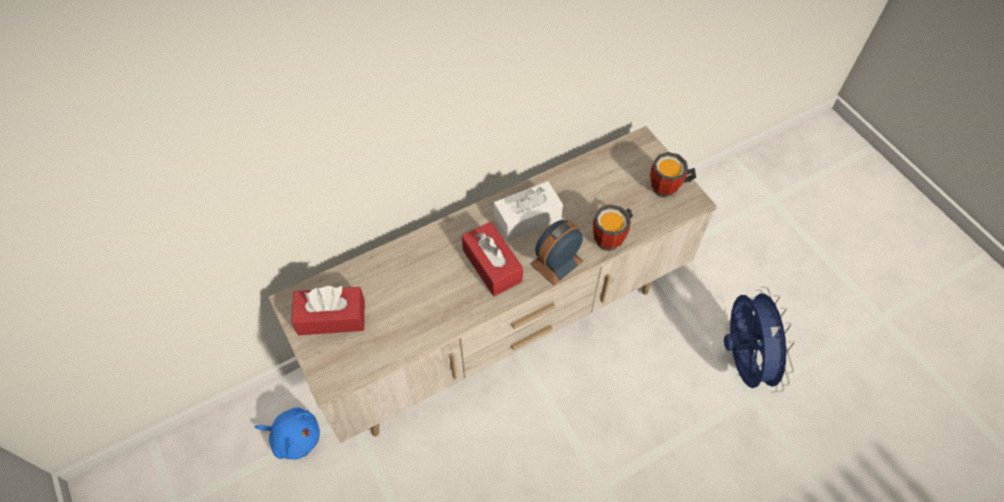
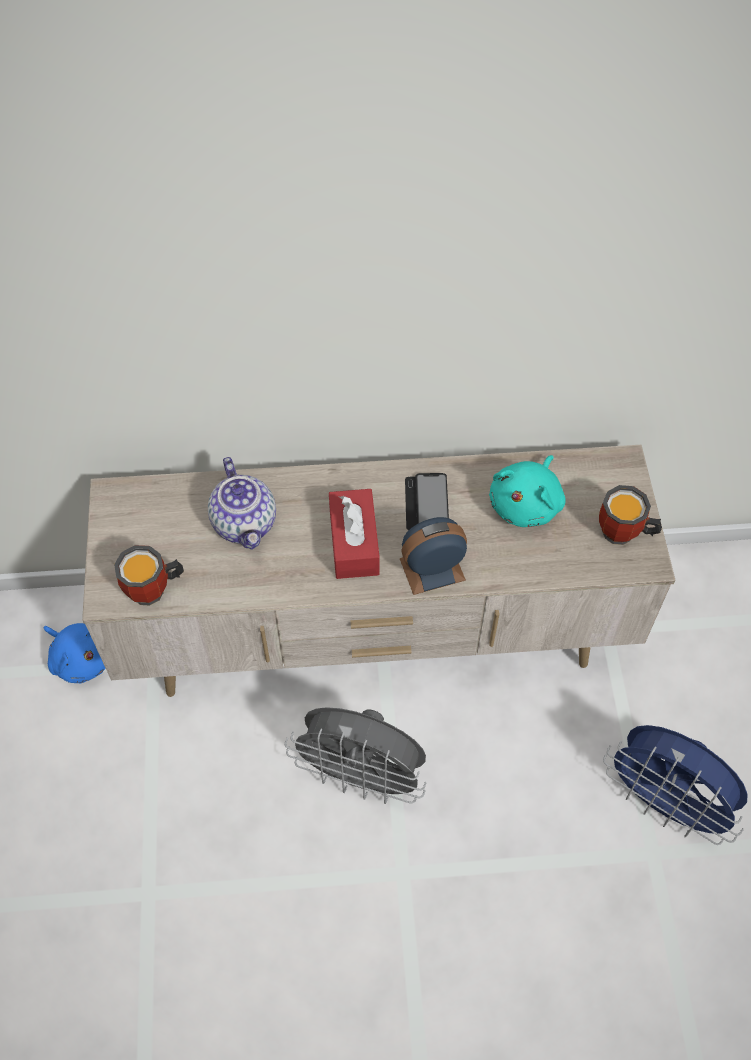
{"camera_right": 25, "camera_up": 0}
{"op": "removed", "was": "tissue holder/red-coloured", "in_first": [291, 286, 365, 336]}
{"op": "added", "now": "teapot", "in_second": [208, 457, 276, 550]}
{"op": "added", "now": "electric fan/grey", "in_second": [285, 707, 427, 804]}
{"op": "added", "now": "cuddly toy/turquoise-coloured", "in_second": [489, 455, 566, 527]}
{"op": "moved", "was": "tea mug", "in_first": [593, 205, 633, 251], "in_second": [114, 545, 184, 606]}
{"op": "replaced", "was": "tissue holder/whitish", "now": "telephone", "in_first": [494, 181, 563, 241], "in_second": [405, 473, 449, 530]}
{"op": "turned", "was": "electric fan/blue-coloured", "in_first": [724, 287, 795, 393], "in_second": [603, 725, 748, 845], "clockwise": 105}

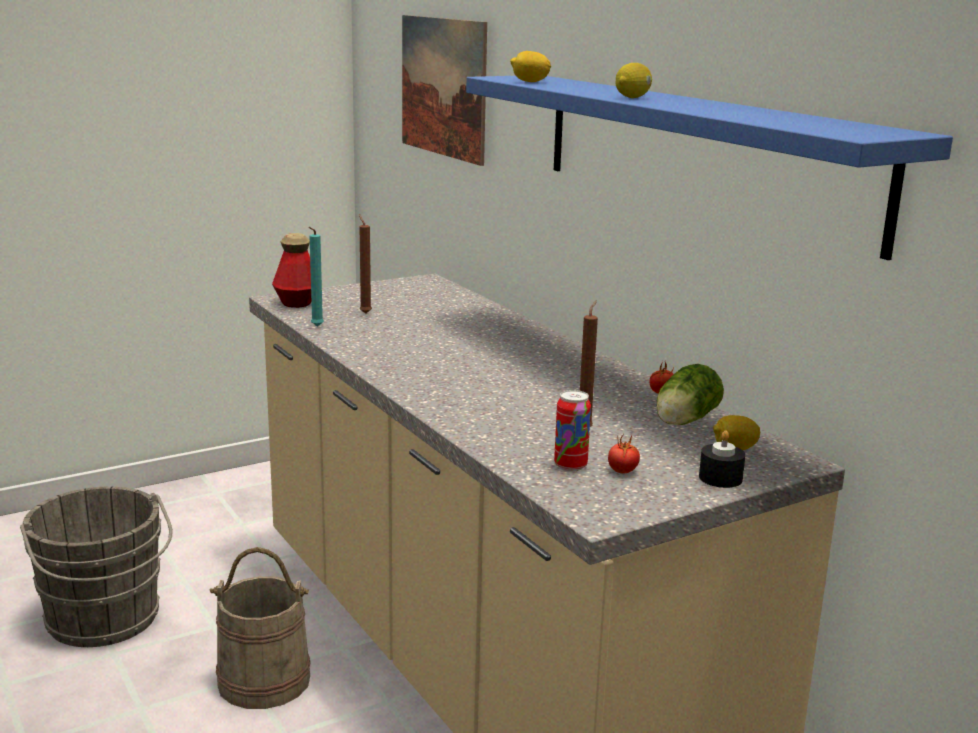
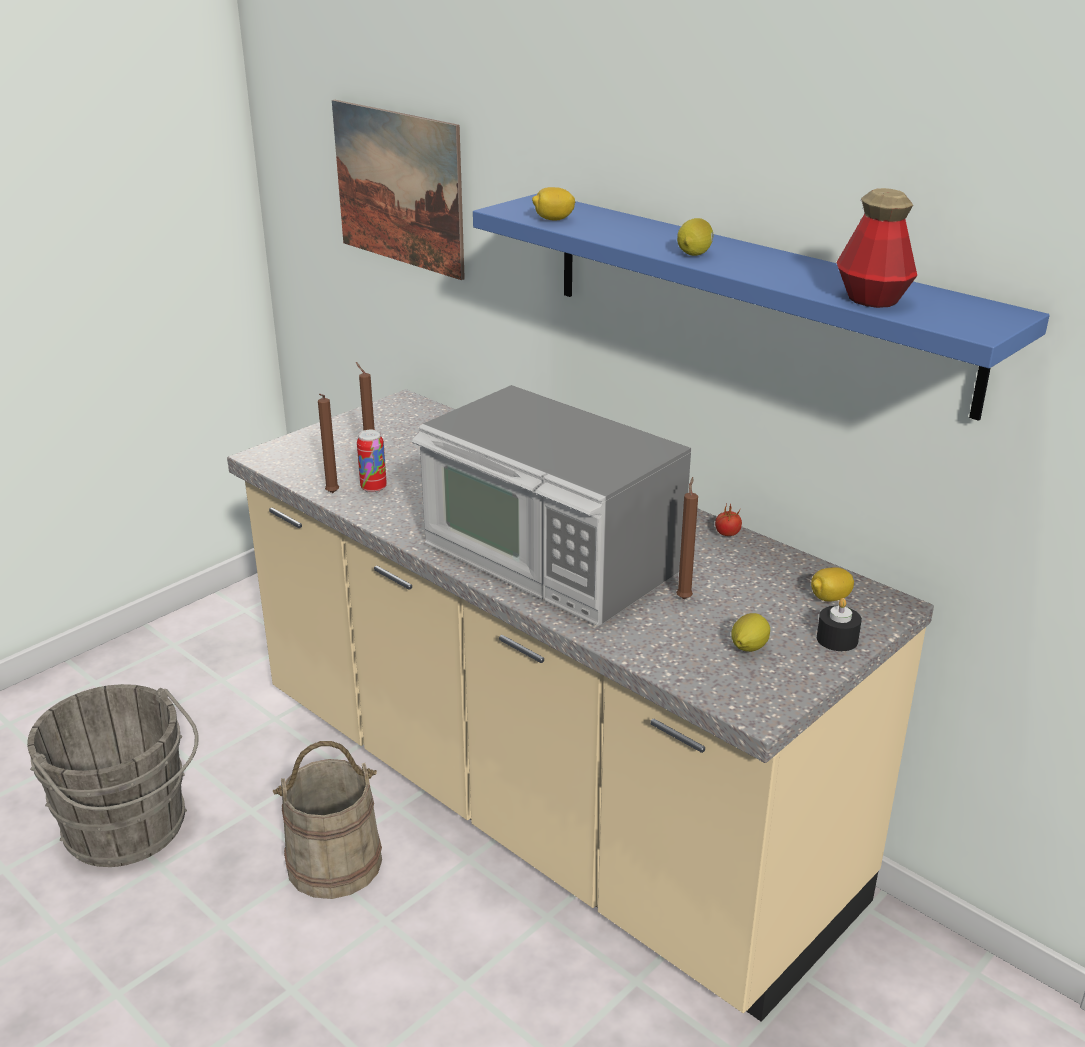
{"camera_right": -15, "camera_up": 10}
{"op": "removed", "was": "head of lettuce", "in_first": [656, 364, 724, 425]}
{"op": "added", "now": "microwave oven", "in_second": [412, 385, 691, 626]}
{"op": "moved", "was": "bottle", "in_first": [272, 233, 311, 308], "in_second": [836, 188, 917, 308]}
{"op": "moved", "was": "sealed can", "in_first": [554, 390, 591, 472], "in_second": [357, 430, 387, 493]}
{"op": "replaced", "was": "fresh tomato", "now": "whole lemon", "in_first": [608, 434, 640, 473], "in_second": [731, 613, 770, 652]}
{"op": "recoloured", "was": "wax candle/turquoise-coloured", "now": "wax candle/brown", "in_first": [309, 227, 324, 327], "in_second": [318, 394, 339, 493]}

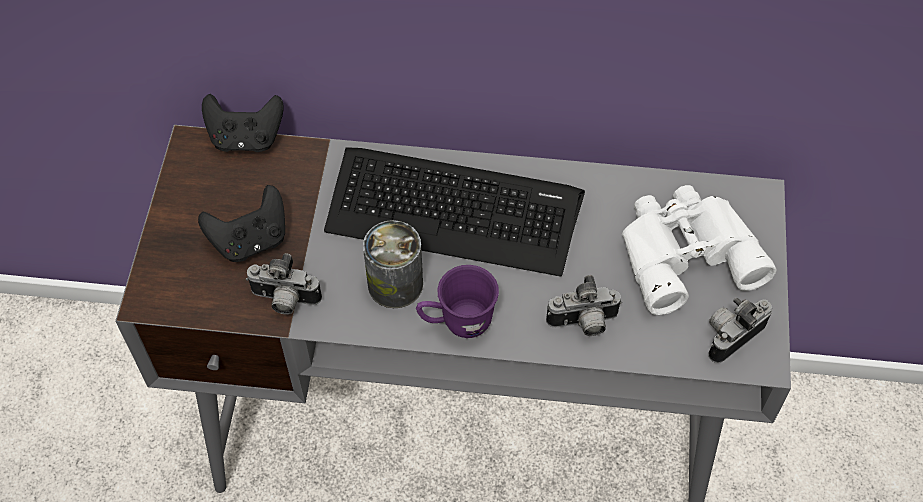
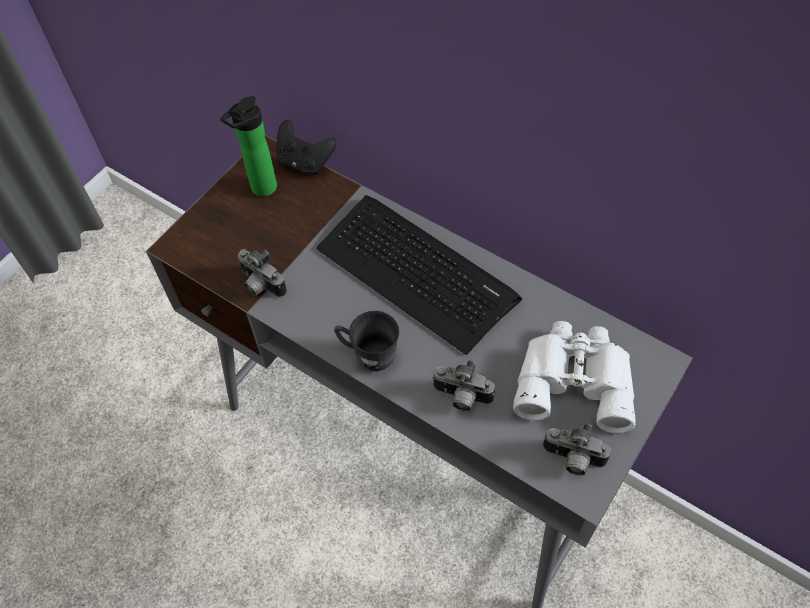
{"camera_right": 30, "camera_up": 0}
{"op": "removed", "was": "game controller/black-coloured", "in_first": [198, 185, 285, 262]}
{"op": "removed", "was": "sealed can", "in_first": [363, 220, 423, 308]}
{"op": "added", "now": "bottle", "in_second": [220, 96, 277, 197]}
{"op": "recoloured", "was": "tea mug/purple", "now": "tea mug/grey", "in_first": [416, 265, 499, 338], "in_second": [334, 311, 399, 371]}
{"op": "turned", "was": "photo camera", "in_first": [709, 297, 773, 363], "in_second": [543, 424, 611, 475], "clockwise": -150}

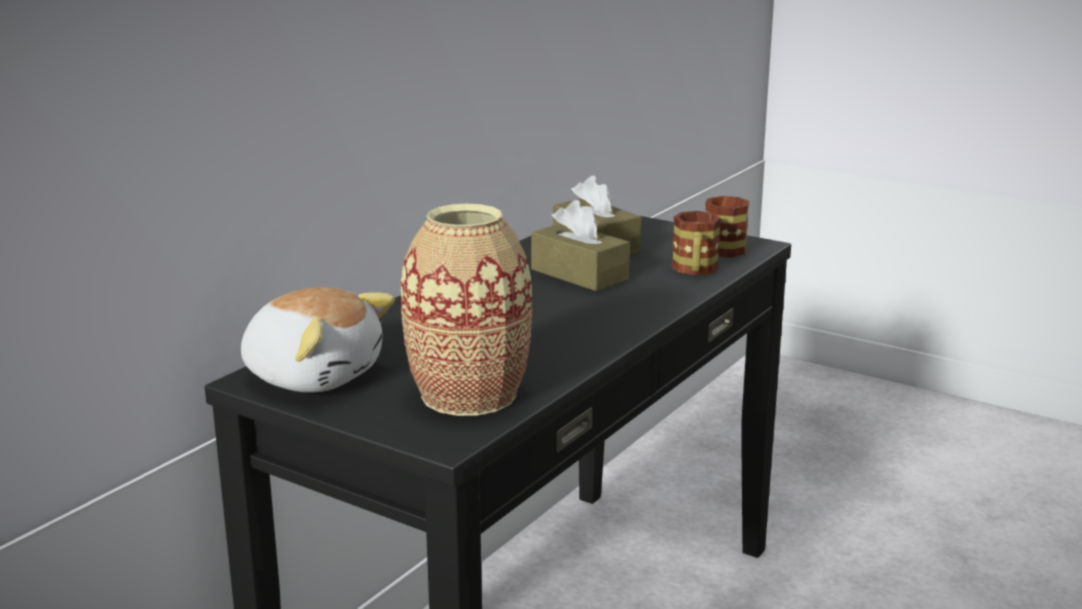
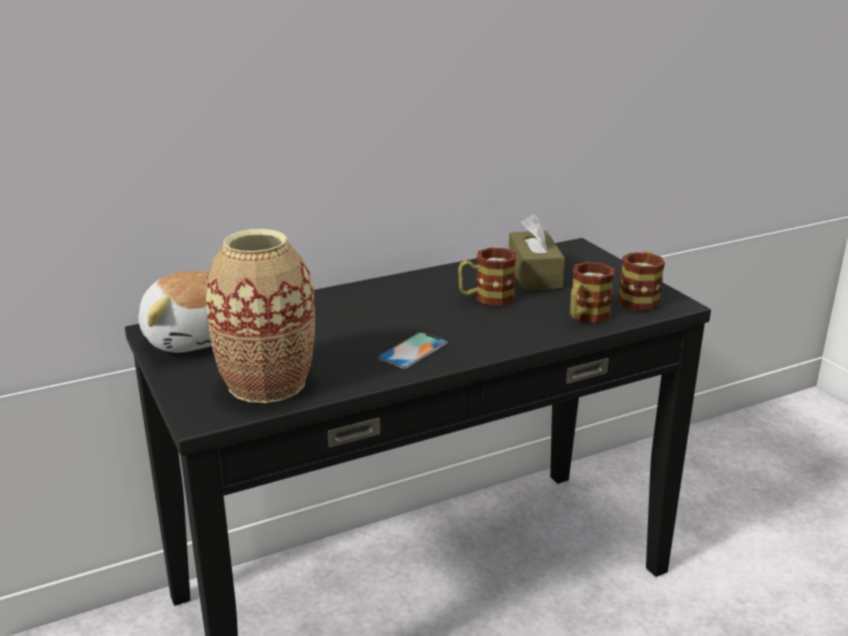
{"camera_right": 30, "camera_up": 5}
{"op": "added", "now": "telephone", "in_second": [378, 332, 447, 369]}
{"op": "replaced", "was": "tissue holder/brown", "now": "tea mug", "in_first": [531, 200, 630, 291], "in_second": [458, 247, 517, 306]}

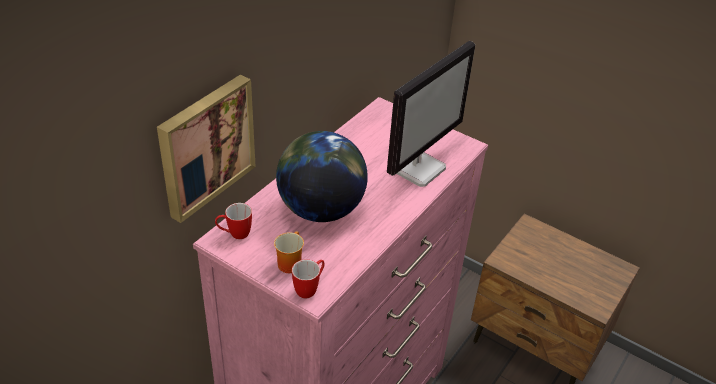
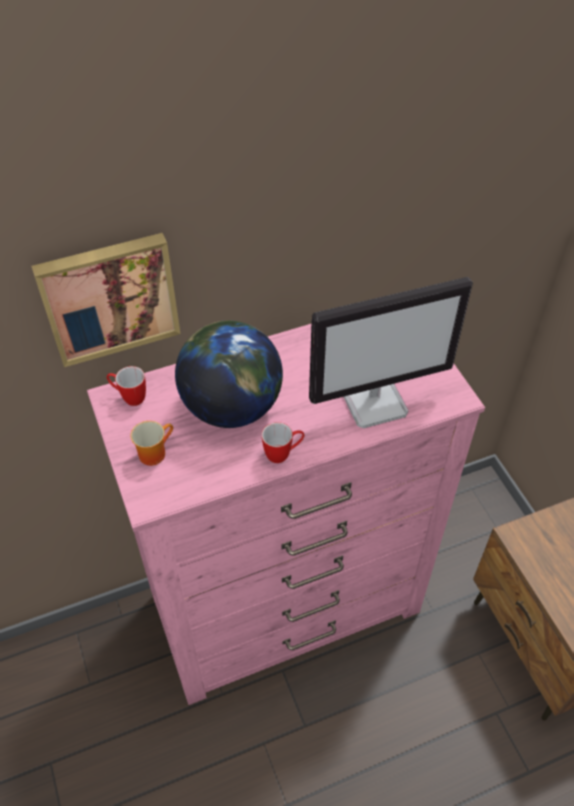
{"camera_right": 35, "camera_up": 10}
{"op": "moved", "was": "tea mug", "in_first": [292, 260, 325, 298], "in_second": [262, 422, 305, 463]}

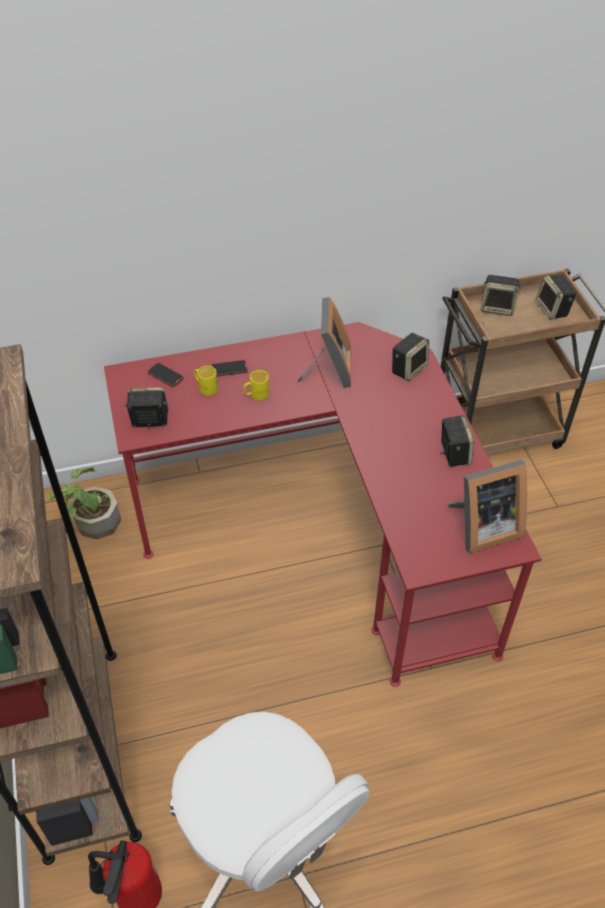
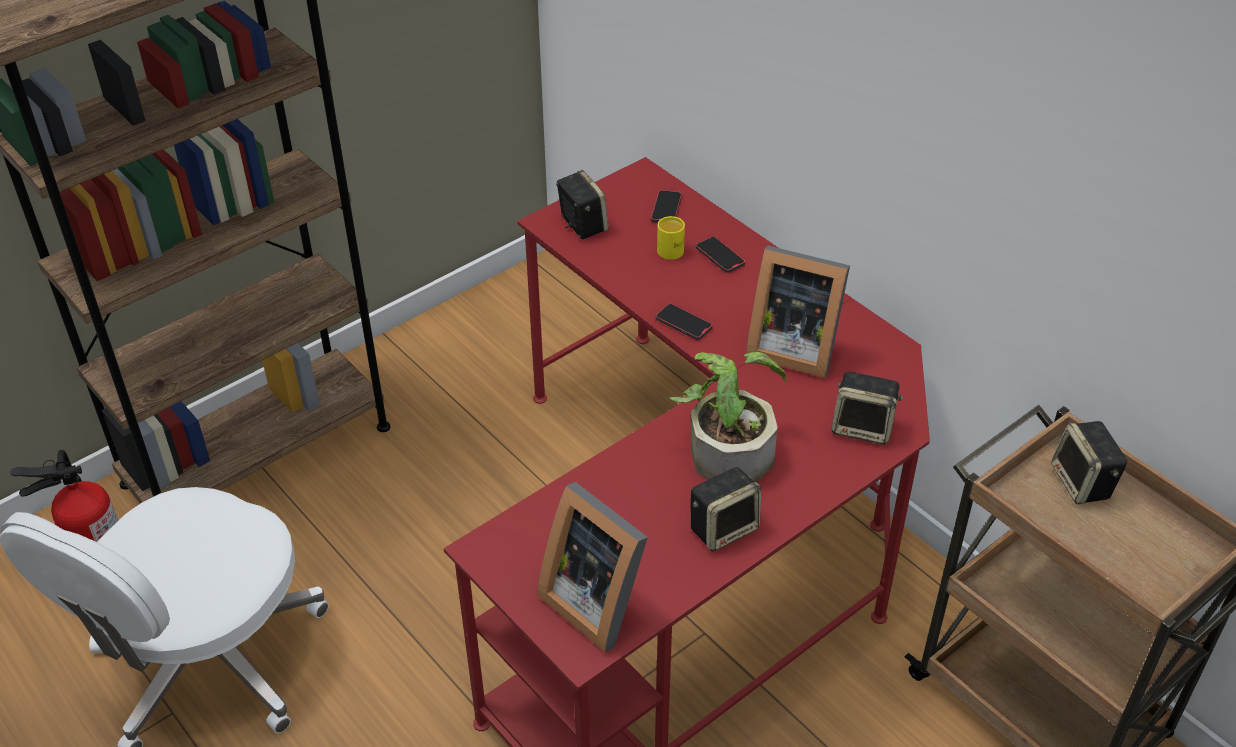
{"camera_right": 65, "camera_up": -5}
{"op": "removed", "was": "tea mug/yellowish", "in_first": [243, 370, 269, 400]}
{"op": "removed", "was": "loudspeaker", "in_first": [536, 274, 577, 320]}
{"op": "added", "now": "telephone", "in_second": [655, 303, 712, 340]}
{"op": "moved", "was": "plant in a pot", "in_first": [48, 467, 121, 539], "in_second": [669, 352, 787, 483]}
{"op": "turned", "was": "photo frame", "in_first": [297, 297, 351, 388], "in_second": [746, 246, 850, 378], "clockwise": 45}

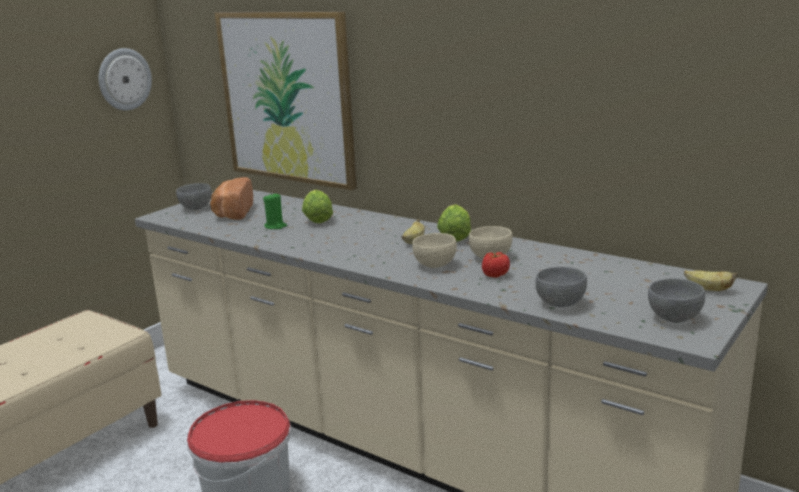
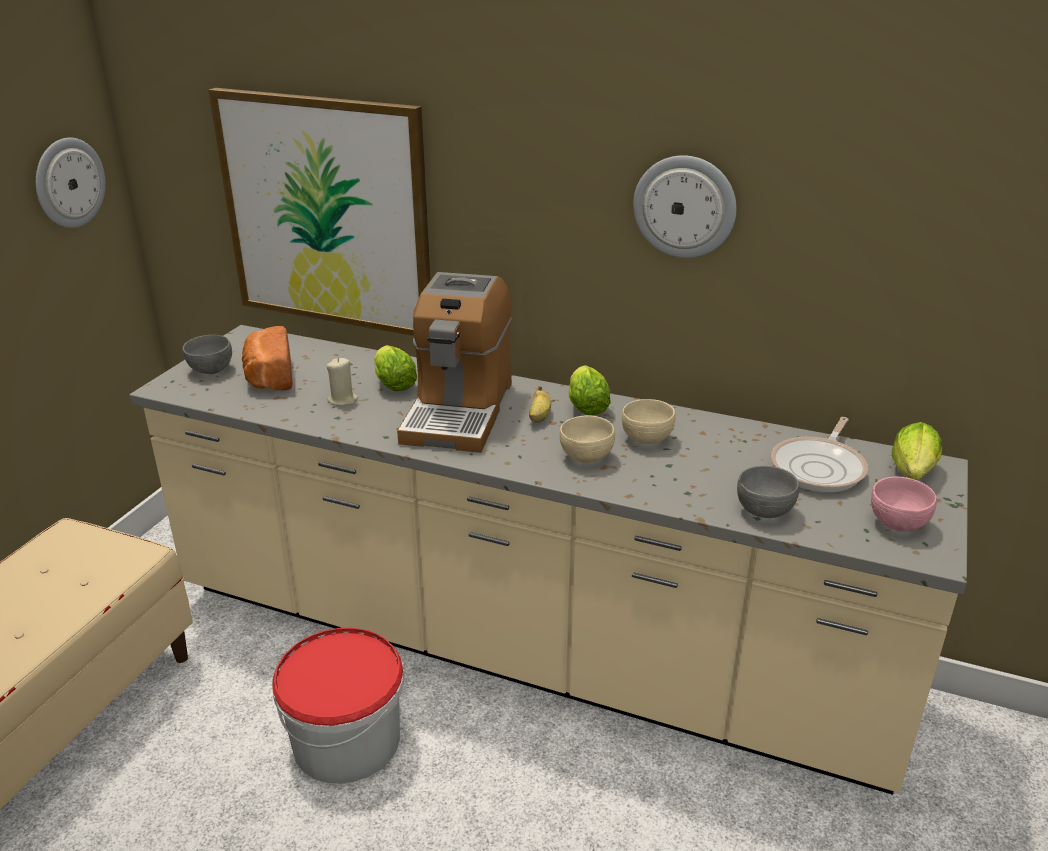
{"camera_right": -15, "camera_up": 10}
{"op": "removed", "was": "fresh tomato", "in_first": [482, 252, 510, 278]}
{"op": "added", "now": "coffee machine", "in_second": [397, 272, 512, 453]}
{"op": "added", "now": "clock on the wall", "in_second": [633, 155, 737, 258]}
{"op": "added", "now": "skillet", "in_second": [771, 417, 868, 492]}
{"op": "replaced", "was": "whole banana", "now": "head of lettuce", "in_first": [684, 270, 738, 291], "in_second": [892, 422, 942, 480]}
{"op": "recoloured", "was": "wax candle/green", "now": "wax candle/beige-coloured", "in_first": [263, 193, 287, 229], "in_second": [326, 358, 358, 406]}
{"op": "recoloured", "was": "serving bowl/grey", "now": "serving bowl/pink-coloured", "in_first": [648, 278, 705, 323], "in_second": [871, 477, 937, 532]}

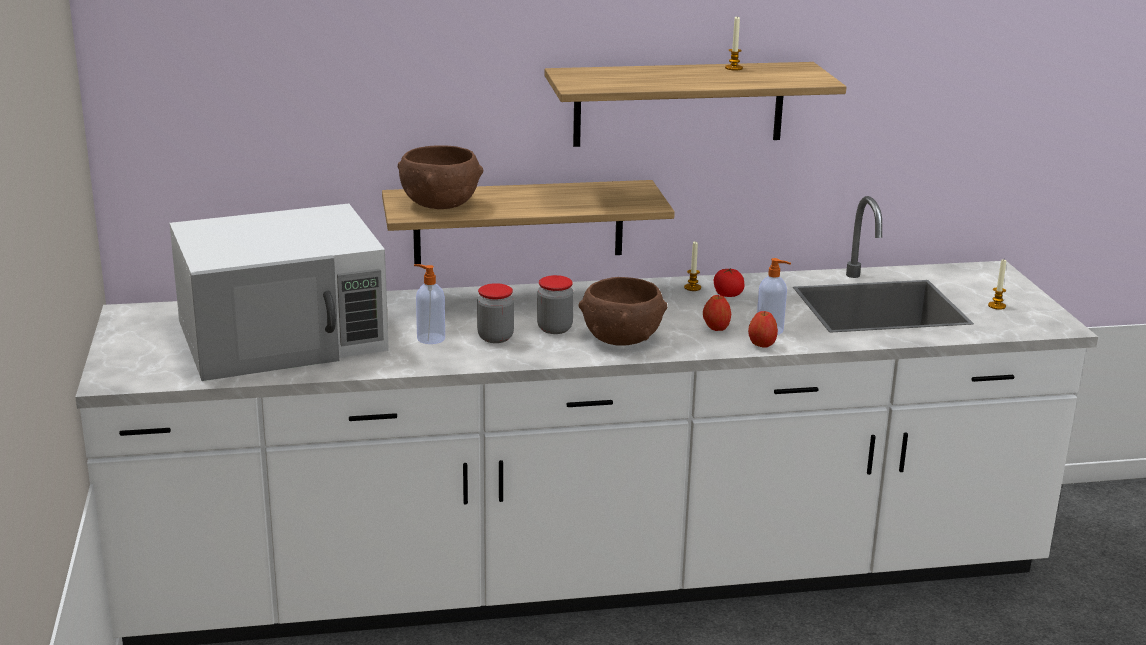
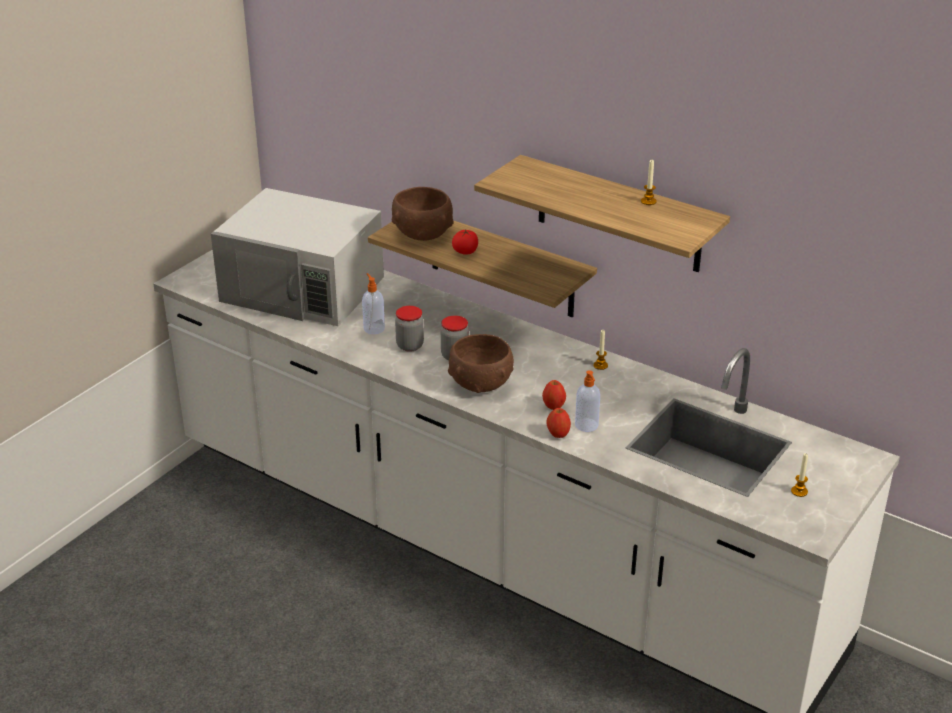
{"camera_right": 45, "camera_up": 10}
{"op": "moved", "was": "fresh tomato", "in_first": [714, 268, 744, 297], "in_second": [452, 230, 478, 255]}

